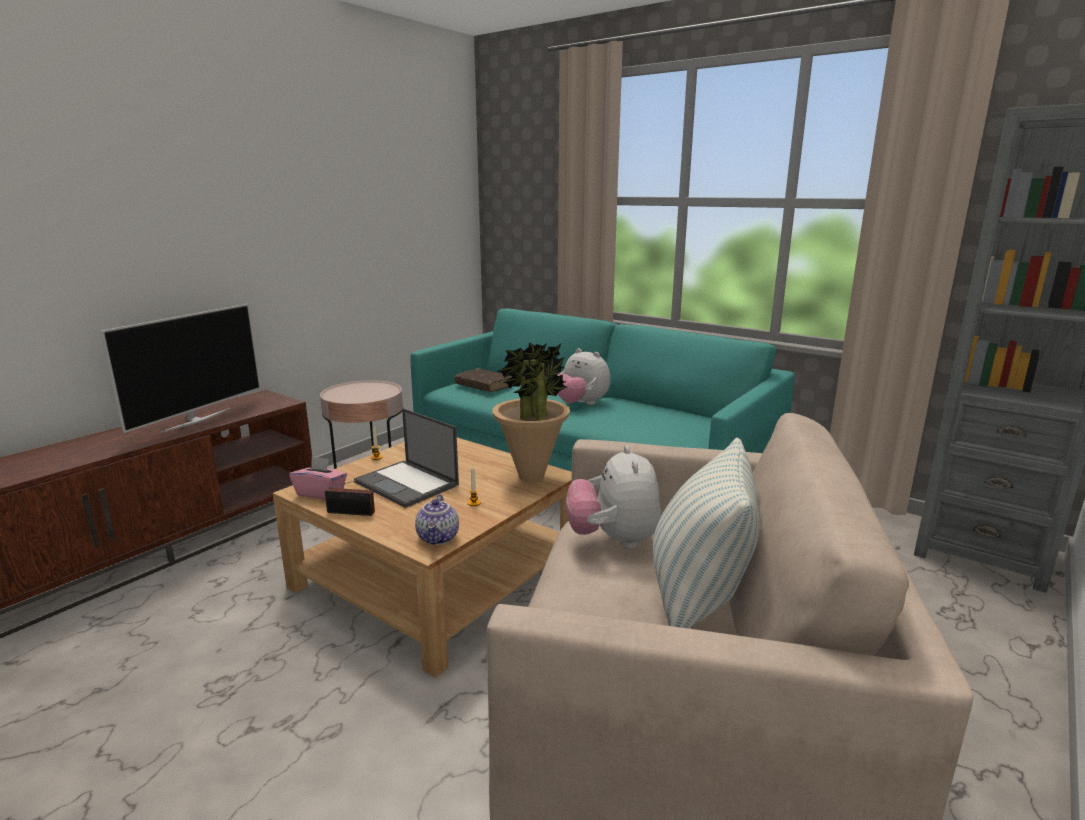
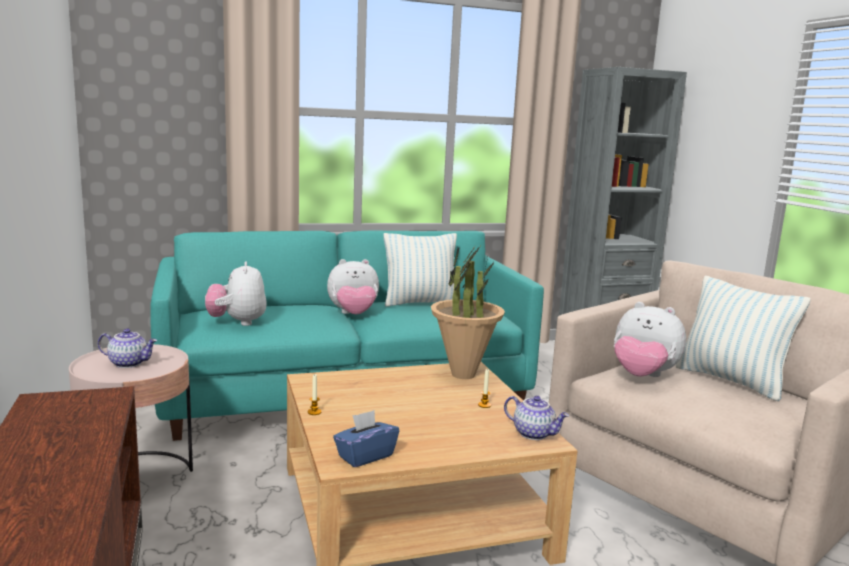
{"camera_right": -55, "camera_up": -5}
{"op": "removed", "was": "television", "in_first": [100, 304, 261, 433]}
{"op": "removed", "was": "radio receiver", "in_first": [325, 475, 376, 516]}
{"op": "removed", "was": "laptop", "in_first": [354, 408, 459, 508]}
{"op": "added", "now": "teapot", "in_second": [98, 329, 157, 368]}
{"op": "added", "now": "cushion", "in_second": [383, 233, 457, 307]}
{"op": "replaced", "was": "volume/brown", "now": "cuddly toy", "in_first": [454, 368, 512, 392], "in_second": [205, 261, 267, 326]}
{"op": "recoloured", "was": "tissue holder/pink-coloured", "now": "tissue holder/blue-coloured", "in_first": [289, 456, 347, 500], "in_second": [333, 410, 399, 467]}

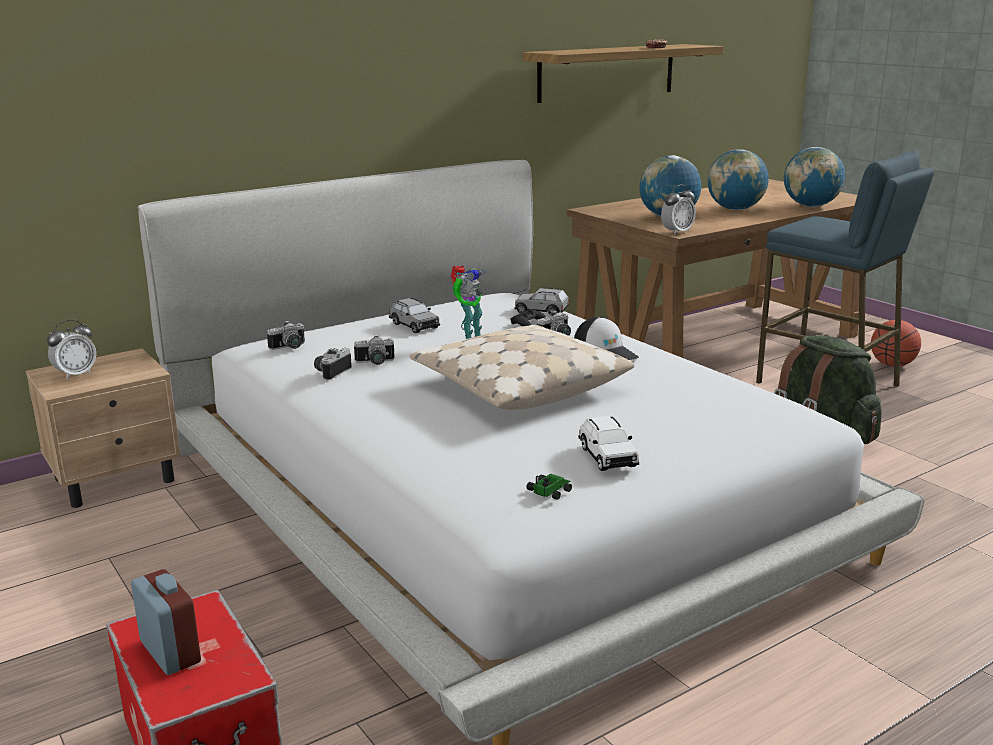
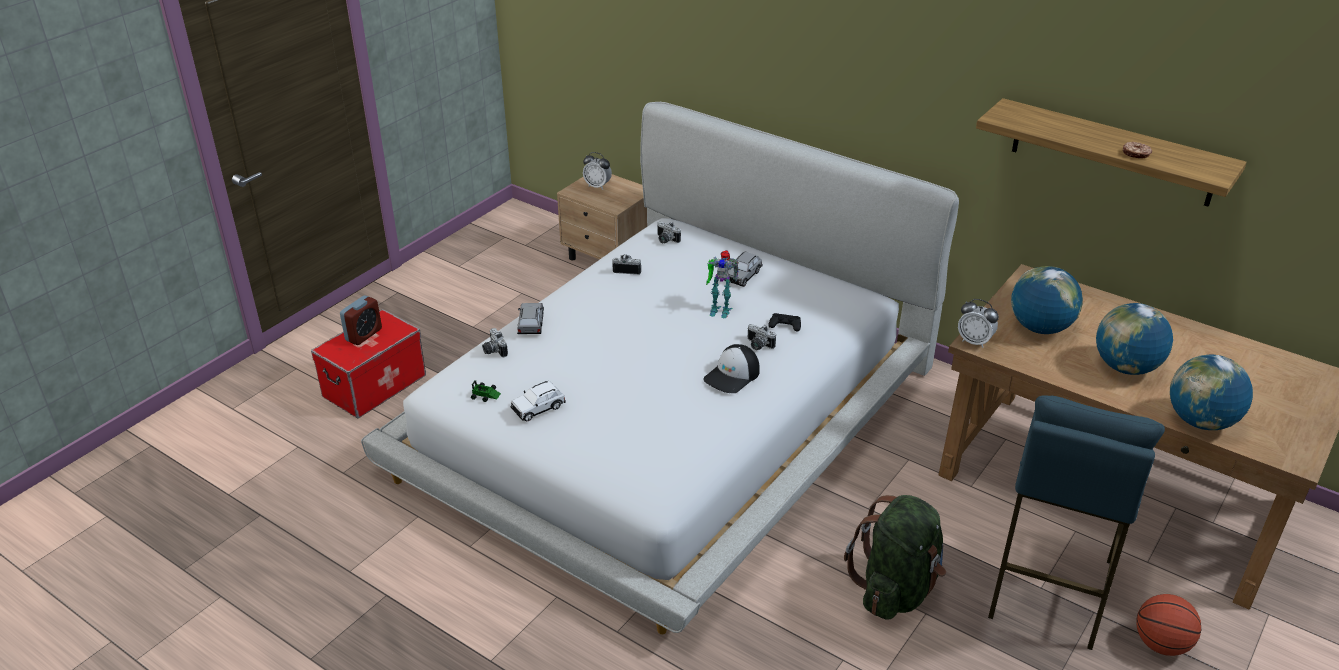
{"camera_right": 70, "camera_up": 15}
{"op": "removed", "was": "cushion/beige-coloured", "in_first": [409, 325, 635, 410]}
{"op": "moved", "was": "photo camera", "in_first": [354, 334, 395, 365], "in_second": [482, 328, 508, 357]}
{"op": "moved", "was": "toy car/grey", "in_first": [514, 287, 570, 315], "in_second": [517, 303, 544, 334]}

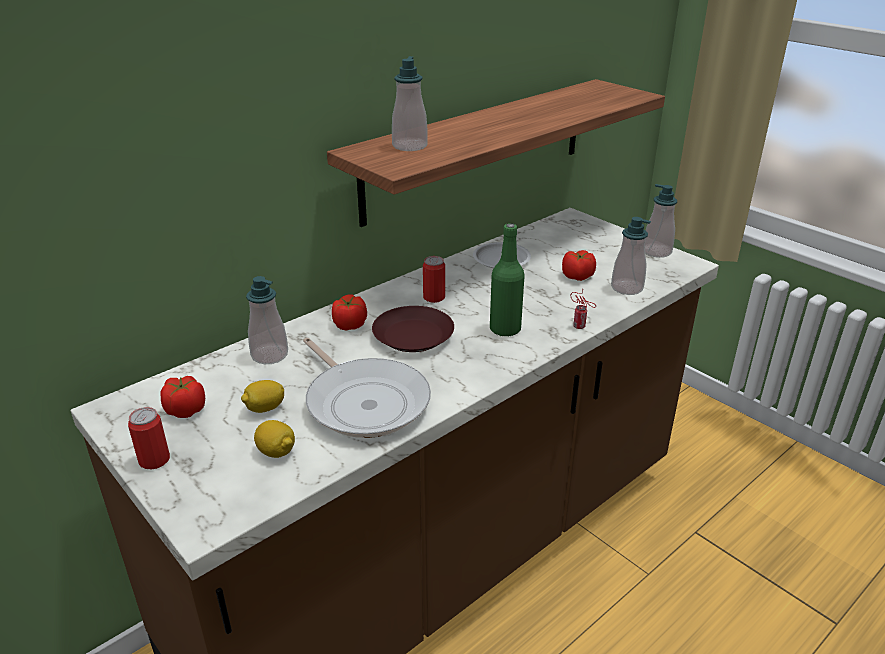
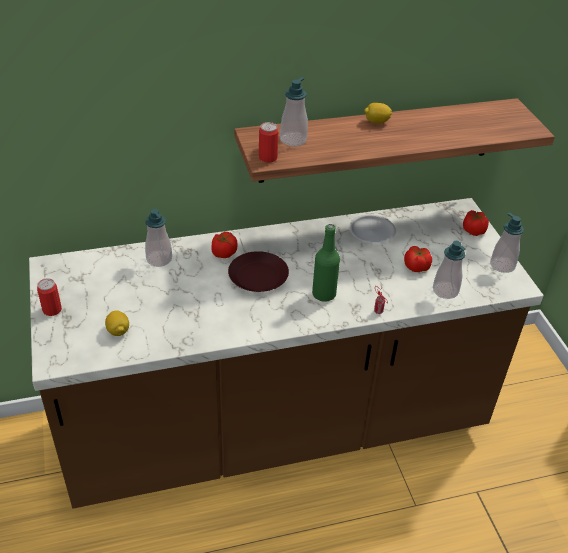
{"camera_right": 25, "camera_up": 10}
{"op": "removed", "was": "skillet", "in_first": [303, 338, 431, 438]}
{"op": "moved", "was": "fresh tomato", "in_first": [161, 376, 205, 418], "in_second": [463, 210, 489, 236]}
{"op": "moved", "was": "whole lemon", "in_first": [241, 380, 284, 413], "in_second": [364, 103, 392, 124]}
{"op": "moved", "was": "sealed can", "in_first": [423, 256, 445, 303], "in_second": [259, 122, 278, 163]}

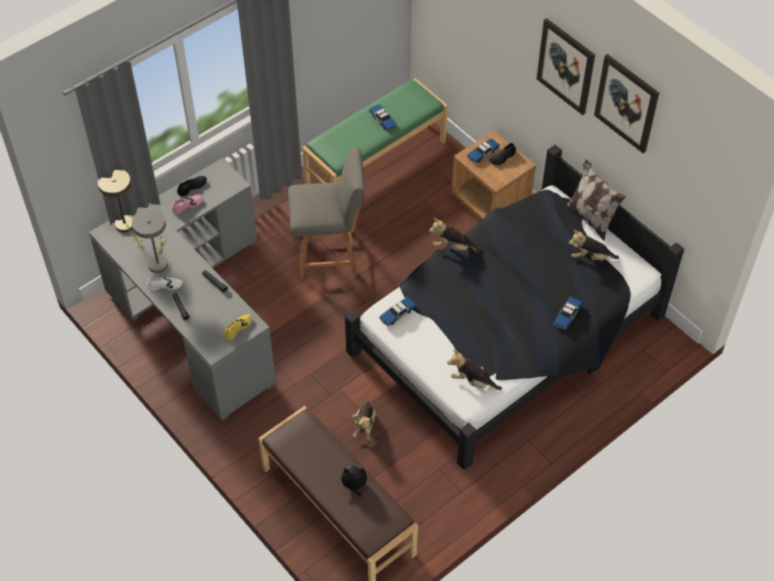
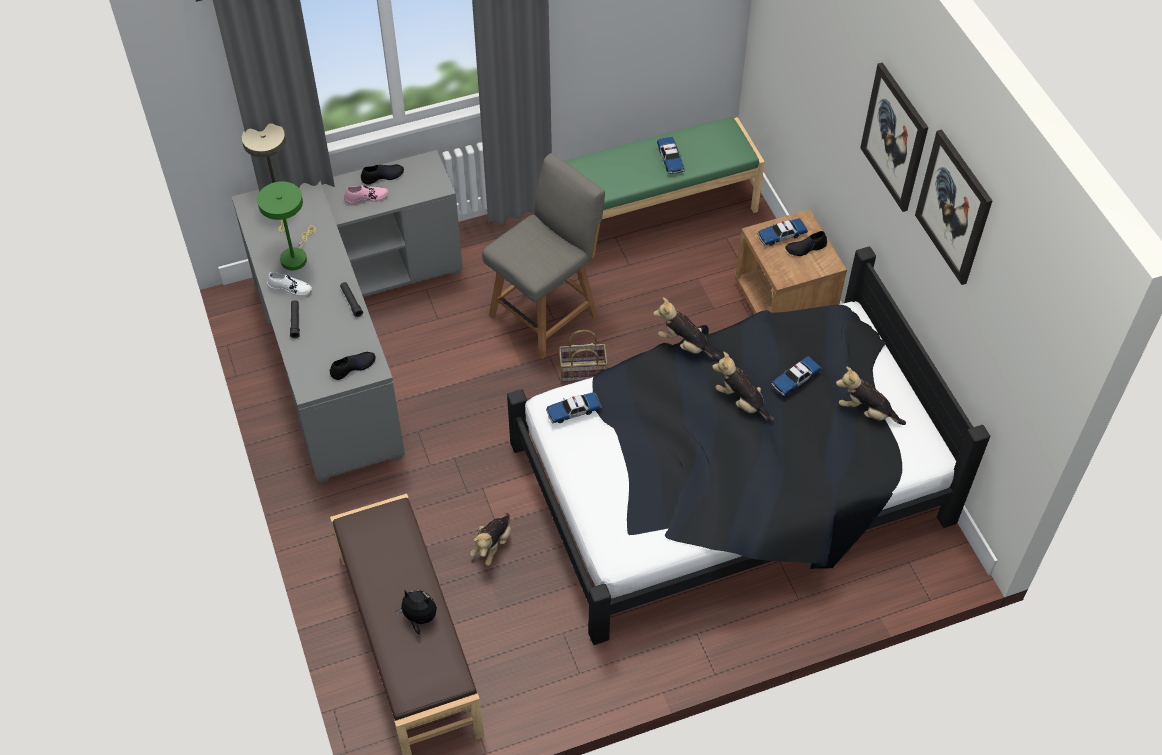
{"camera_right": 20, "camera_up": 0}
{"op": "removed", "was": "cushion", "in_first": [567, 160, 626, 241]}
{"op": "added", "now": "storage basket", "in_second": [559, 330, 607, 382]}
{"op": "moved", "was": "cuddly toy", "in_first": [447, 350, 502, 390], "in_second": [712, 352, 776, 423]}
{"op": "moved", "was": "toy car", "in_first": [553, 296, 583, 330], "in_second": [771, 356, 822, 396]}
{"op": "recoloured", "was": "table lamp/grey", "now": "table lamp/green", "in_first": [132, 209, 168, 273], "in_second": [257, 181, 316, 270]}
{"op": "recoloured", "was": "item of footwear/yellowish", "now": "item of footwear/black-coloured", "in_first": [224, 314, 252, 340], "in_second": [330, 352, 375, 380]}
{"op": "turned", "was": "chair/grey", "in_first": [288, 148, 365, 280], "in_second": [482, 153, 605, 359], "clockwise": -60}

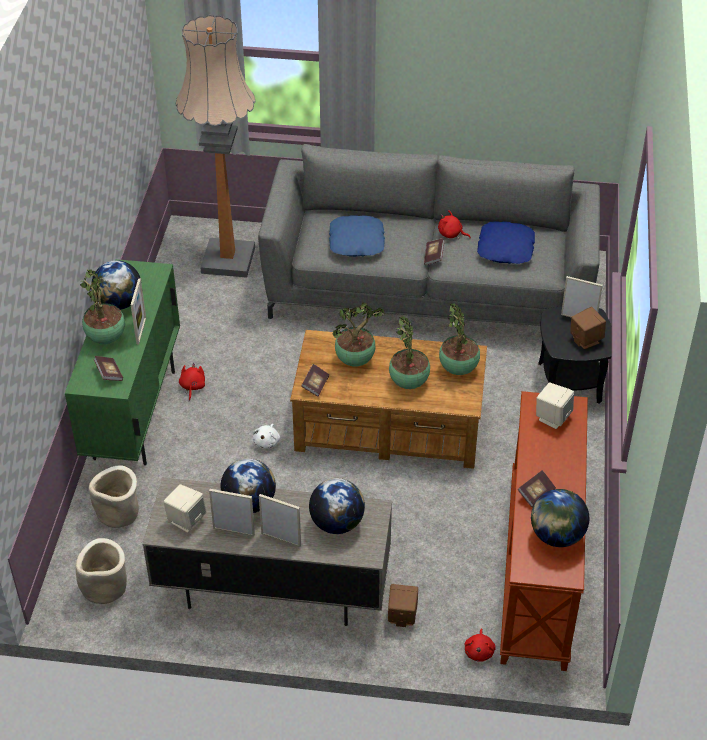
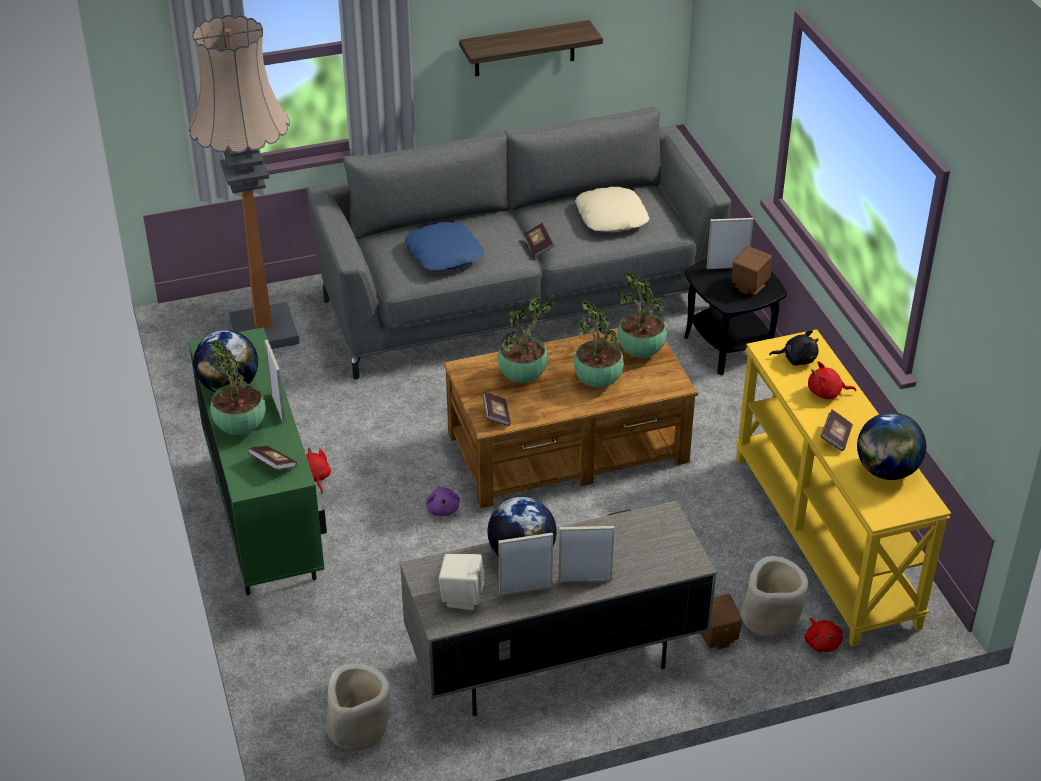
{"camera_right": -25, "camera_up": -5}
{"op": "removed", "was": "world globe", "in_first": [309, 478, 365, 534]}
{"op": "added", "now": "bracket shelf", "in_second": [459, 20, 603, 76]}
{"op": "moved", "was": "flower pot/beige-coloured", "in_first": [89, 465, 139, 528], "in_second": [741, 556, 808, 638]}
{"op": "moved", "was": "cuddly toy/red-coloured", "in_first": [438, 210, 471, 239], "in_second": [808, 361, 856, 399]}
{"op": "replaced", "was": "loudspeaker/beige-coloured", "now": "cuddly toy/black-coloured", "in_first": [536, 382, 574, 429], "in_second": [769, 330, 819, 366]}
{"op": "recoloured", "was": "cuddly toy/whitish", "now": "cuddly toy/purple", "in_first": [253, 424, 280, 449], "in_second": [425, 487, 460, 516]}
{"op": "recoloured", "was": "cushion/blue-coloured", "now": "cushion/beige-coloured", "in_first": [477, 221, 535, 264], "in_second": [575, 187, 649, 232]}
{"op": "recoloured", "was": "hall table/brown", "now": "hall table/yellowish", "in_first": [500, 391, 588, 671], "in_second": [736, 329, 951, 647]}

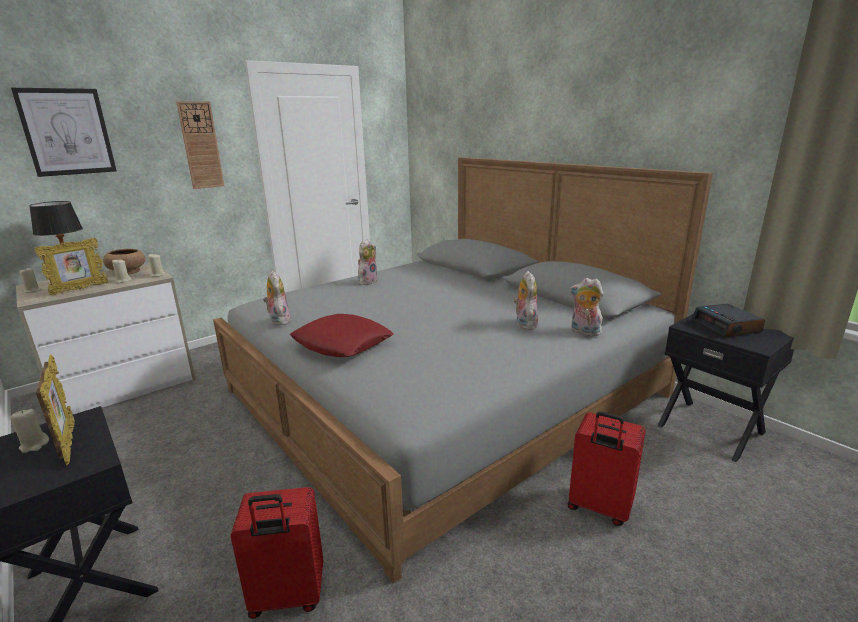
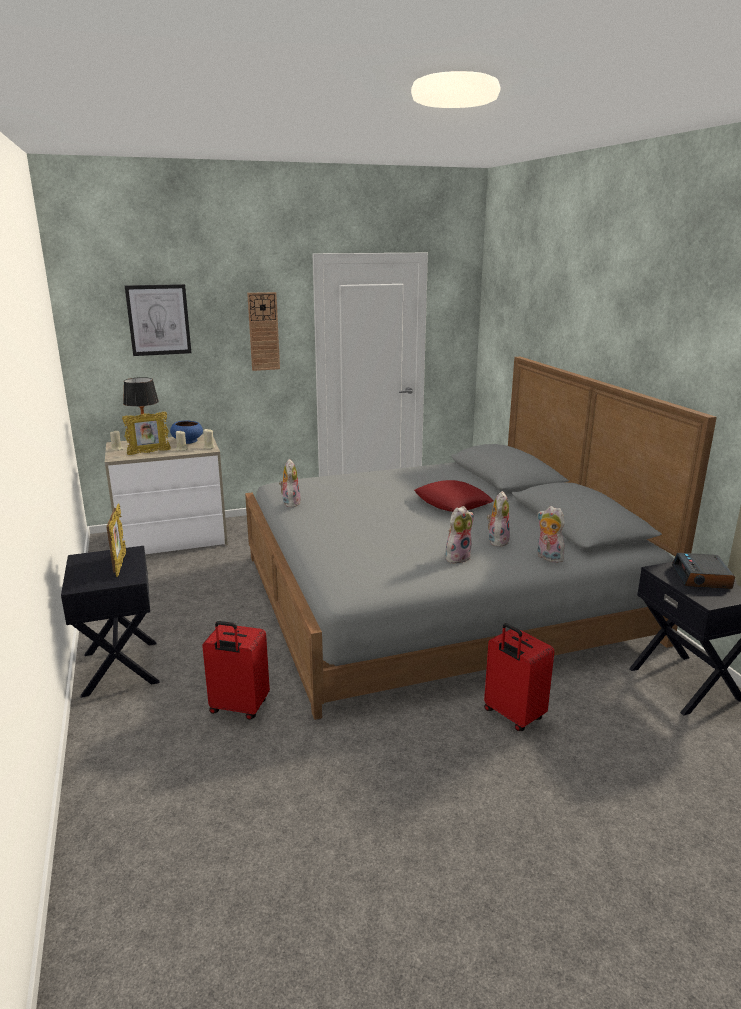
{"camera_right": 20, "camera_up": 0}
{"op": "removed", "was": "wax candle/beige-coloured", "in_first": [10, 409, 49, 453]}
{"op": "moved", "was": "cushion/red-coloured", "in_first": [290, 314, 394, 357], "in_second": [415, 480, 493, 512]}
{"op": "moved", "was": "cuddly toy", "in_first": [358, 240, 378, 285], "in_second": [445, 506, 474, 563]}
{"op": "recoloured", "was": "serving bowl/brown", "now": "serving bowl/blue-coloured", "in_first": [103, 249, 146, 275], "in_second": [170, 421, 203, 444]}

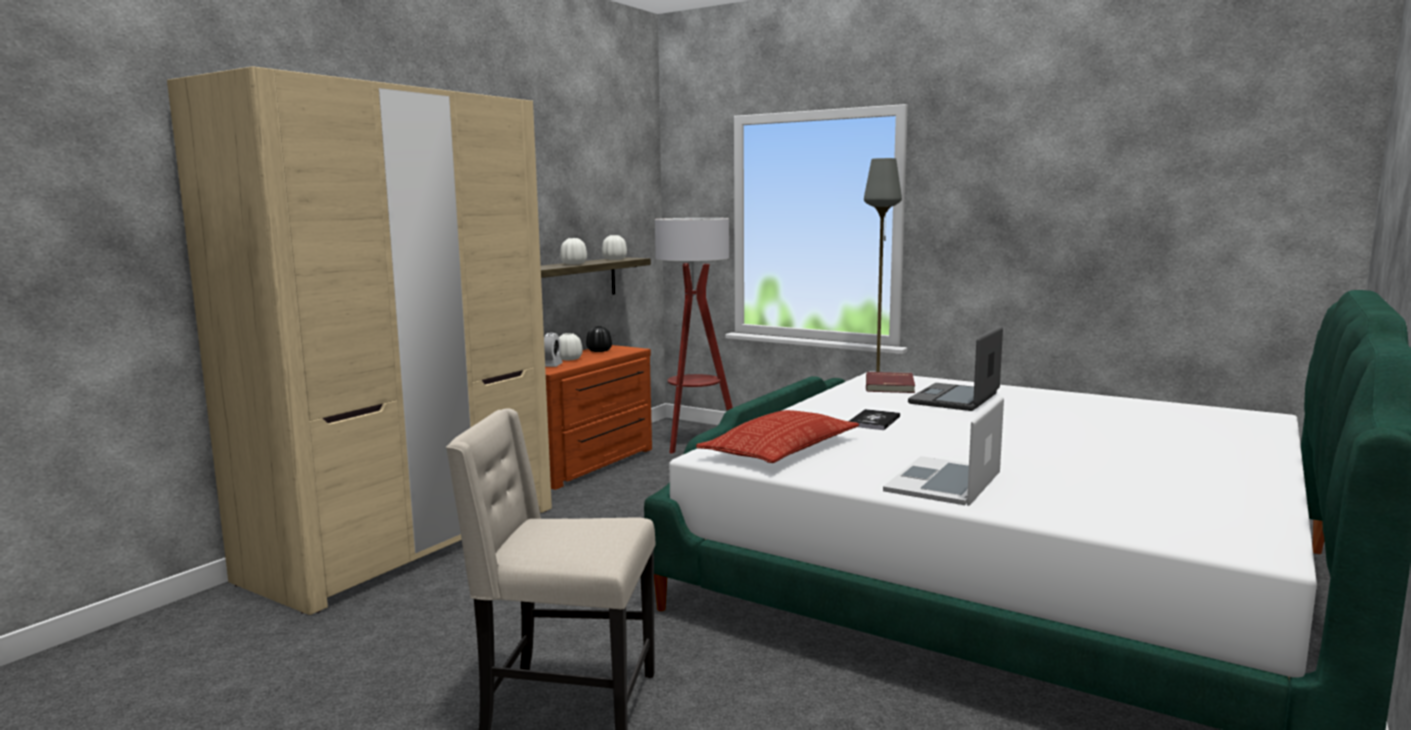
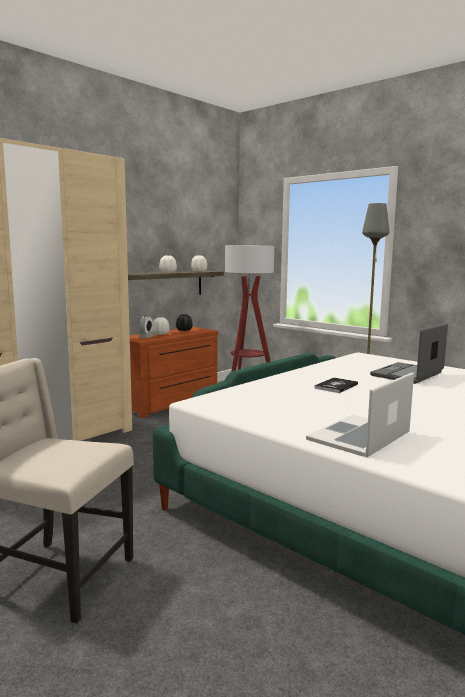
{"camera_right": 10, "camera_up": 0}
{"op": "removed", "was": "cushion", "in_first": [696, 410, 860, 463]}
{"op": "removed", "was": "volume/red-coloured", "in_first": [866, 372, 915, 393]}

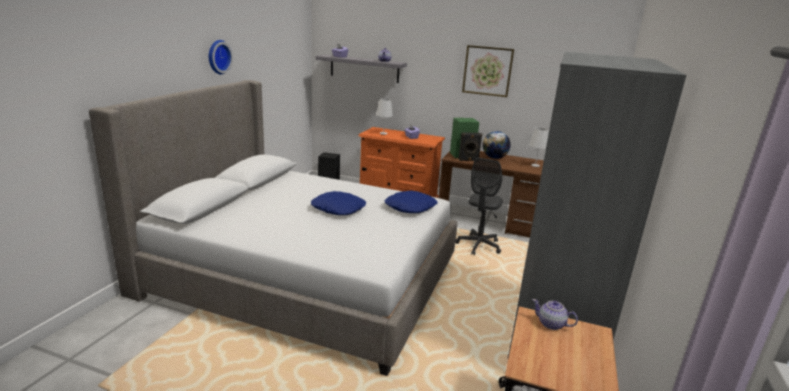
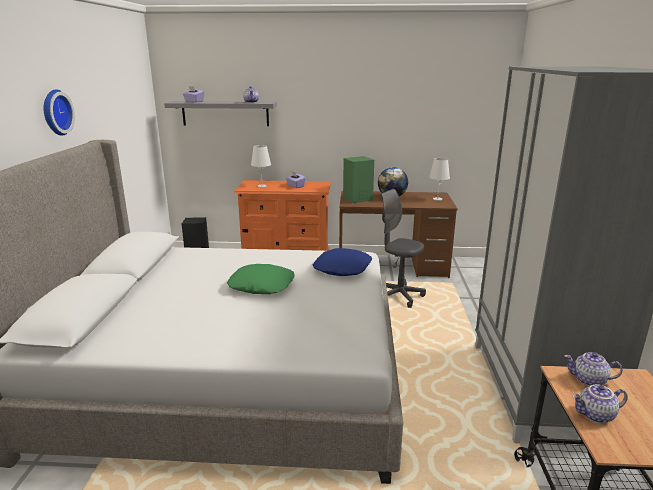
{"camera_right": -15, "camera_up": 0}
{"op": "removed", "was": "loudspeaker/black-coloured", "in_first": [459, 132, 482, 161]}
{"op": "removed", "was": "picture", "in_first": [462, 45, 514, 97]}
{"op": "added", "now": "teapot", "in_second": [572, 385, 628, 423]}
{"op": "recoloured", "was": "cushion/blue-coloured", "now": "cushion/green", "in_first": [311, 191, 367, 215], "in_second": [227, 264, 295, 294]}
{"op": "turned", "was": "desk chair/grey", "in_first": [455, 158, 502, 255], "in_second": [382, 189, 426, 308], "clockwise": 120}

